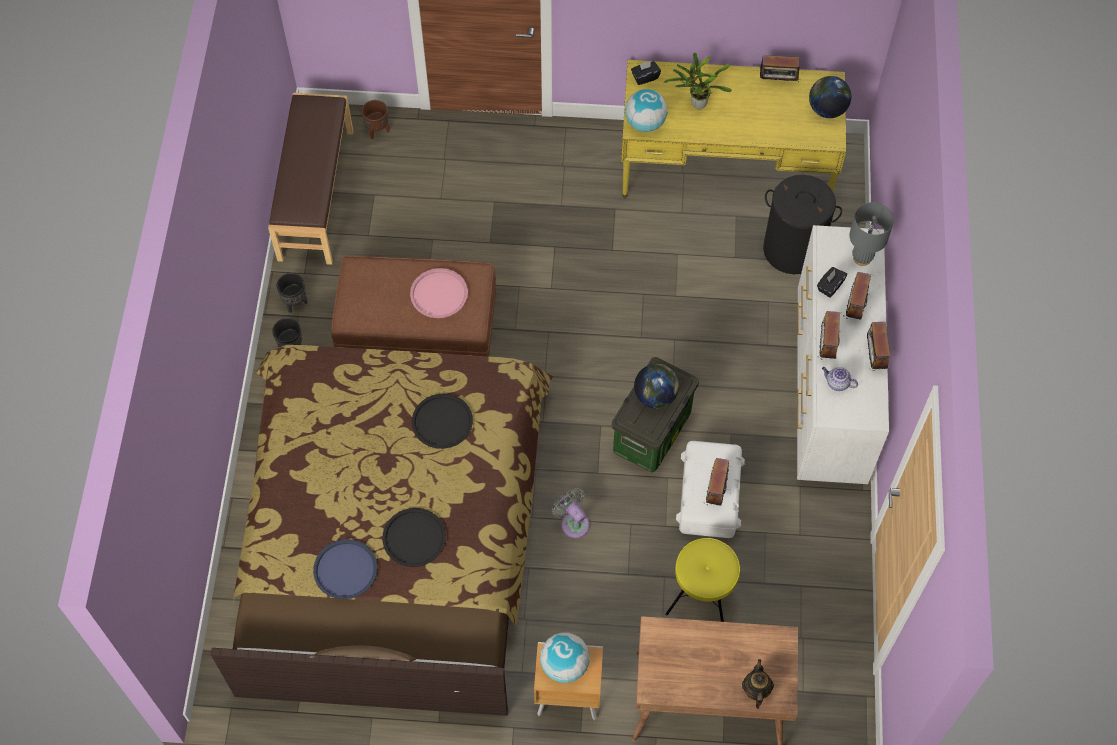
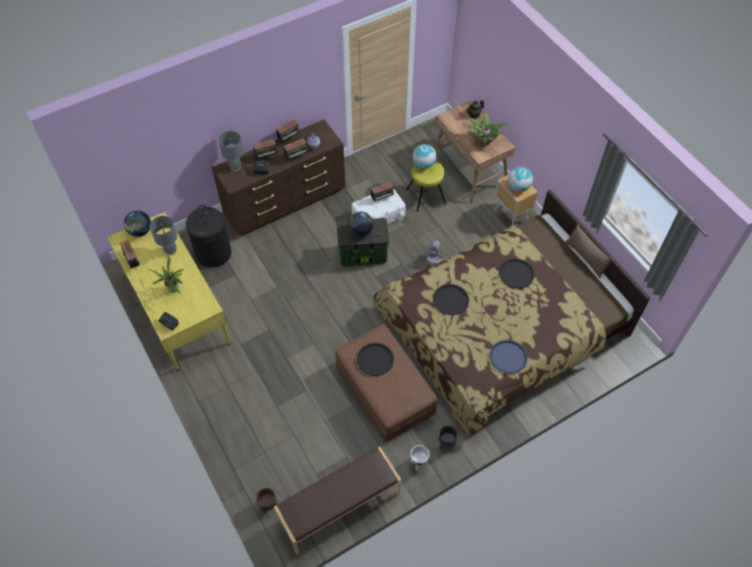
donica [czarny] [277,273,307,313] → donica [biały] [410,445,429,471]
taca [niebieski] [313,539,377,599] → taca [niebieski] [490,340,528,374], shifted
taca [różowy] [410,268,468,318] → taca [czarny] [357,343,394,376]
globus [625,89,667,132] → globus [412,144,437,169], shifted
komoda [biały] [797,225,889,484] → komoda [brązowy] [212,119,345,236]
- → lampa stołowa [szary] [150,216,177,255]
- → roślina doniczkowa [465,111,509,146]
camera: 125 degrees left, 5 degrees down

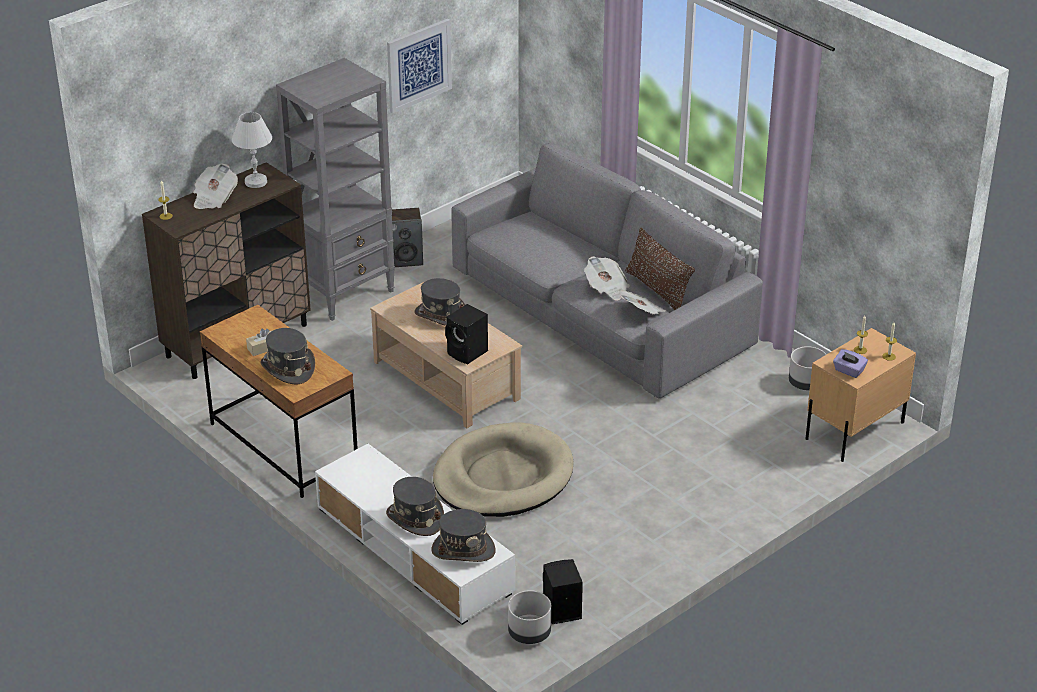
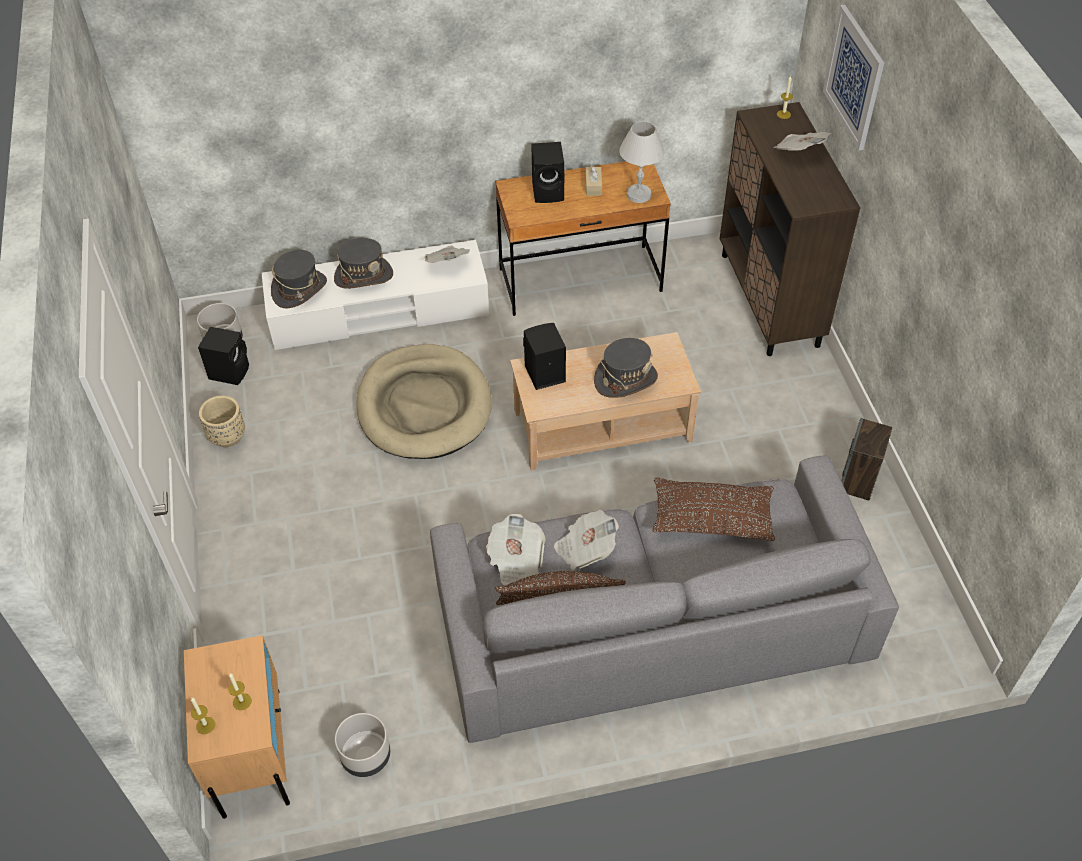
lampa stołowa [biały] [232,112,272,188] → lampa stołowa [biały] [619,121,664,203], shifted
kapelusz [szary] [260,328,315,384] → głośnik [czarny] [531,142,565,203]
regał [szary] [276,58,395,321] → -
obraz [387,19,452,113] → obraz [823,5,884,150], shifted
pudełko chusteczek [fioletowy] [833,349,868,378] → -
- → donica [beżowy] [199,396,245,447]
- → gazeta [424,246,469,263]
- → poduszka [brązowy] [652,477,775,541]
camera: 120 degrees right, 15 degrees up

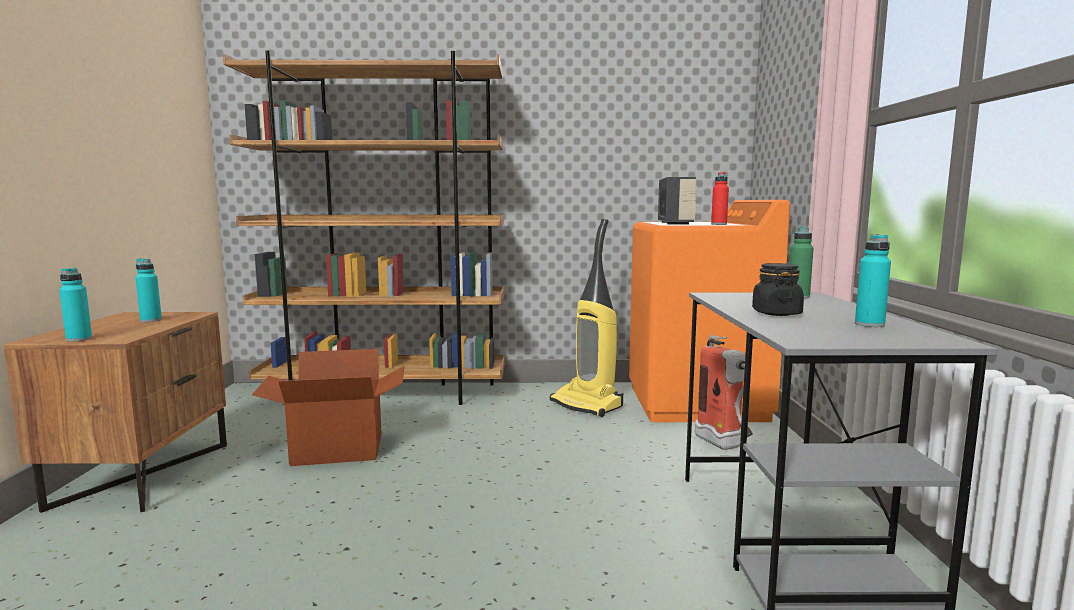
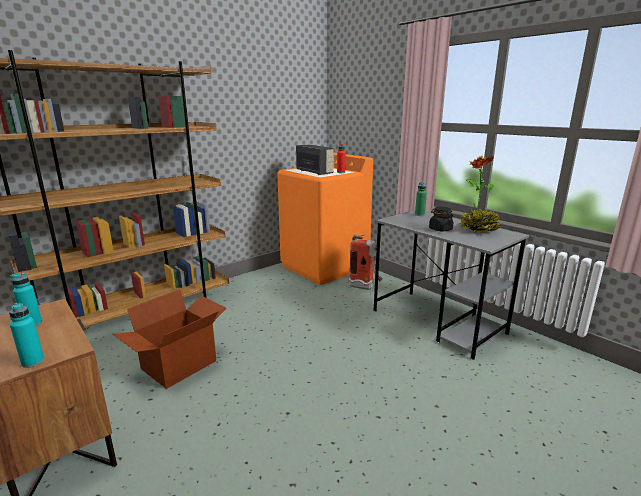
odkurzacz [550,219,623,417] → -
butelka [turkusowy] [855,234,891,327] → roślina doniczkowa [459,155,503,233]
camera: 40 degrees left, 10 degrees up

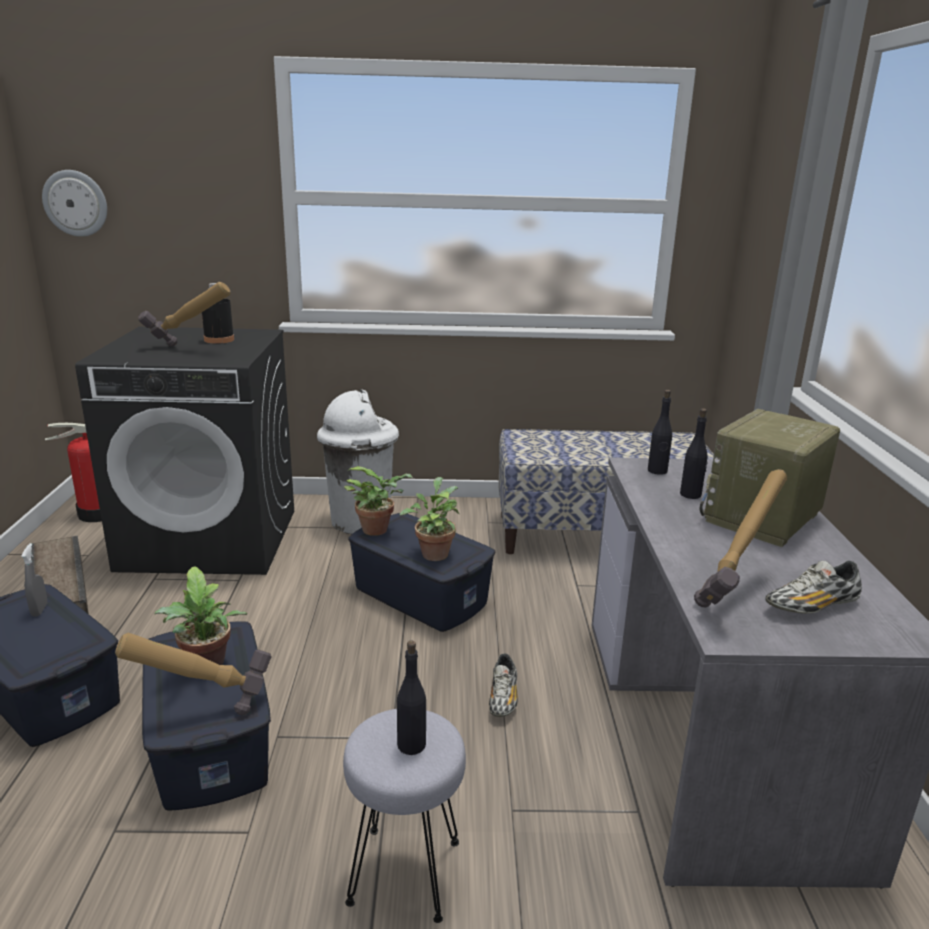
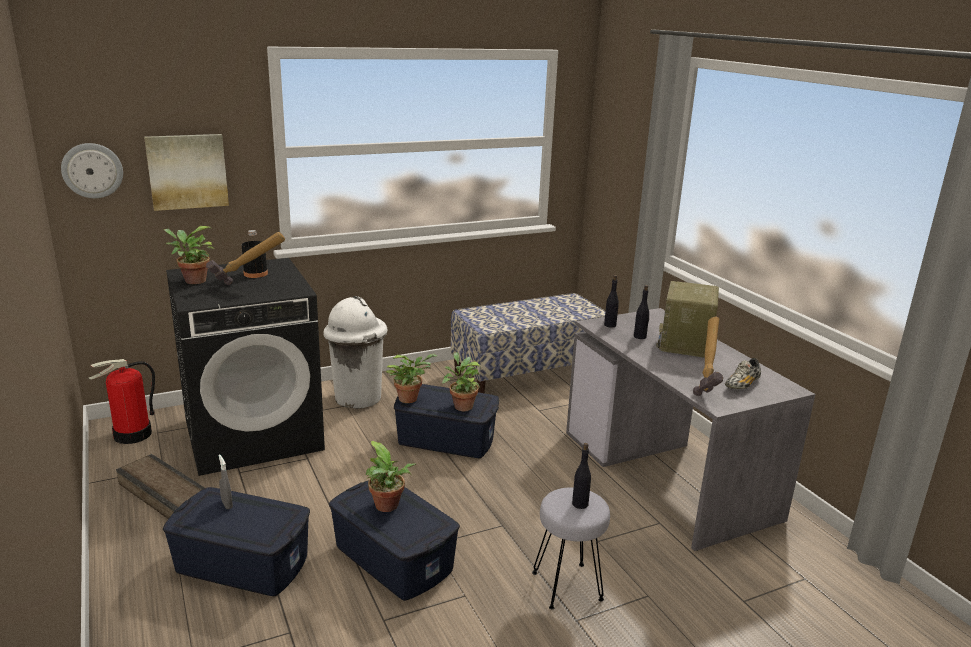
młotek [115,633,272,715] → -
but [489,653,518,717] → -
- → obraz [144,134,229,211]
- → roślina doniczkowa [163,226,215,284]
camera: 25 degrees left, 0 degrees up

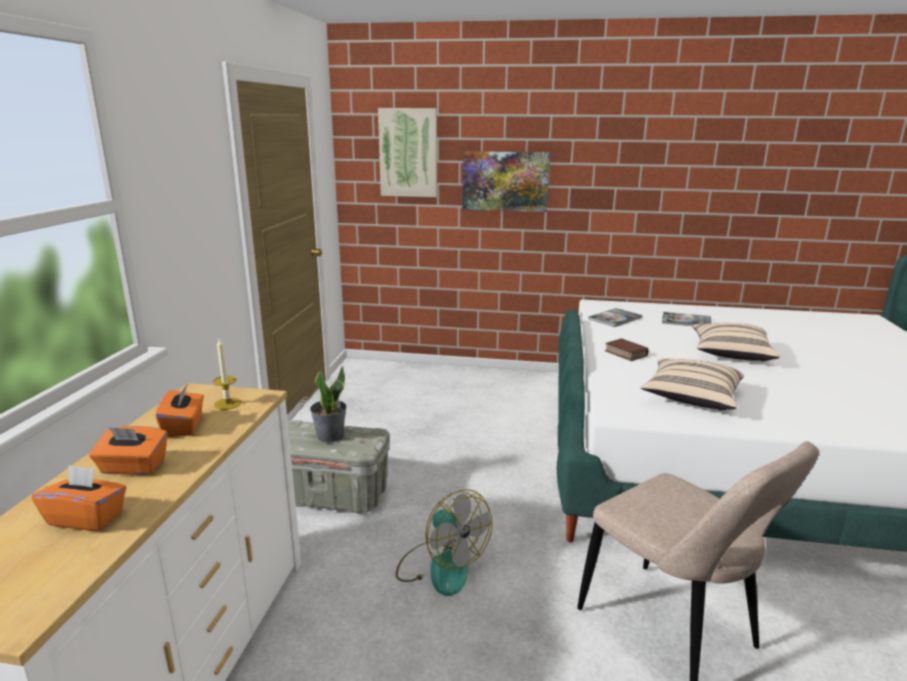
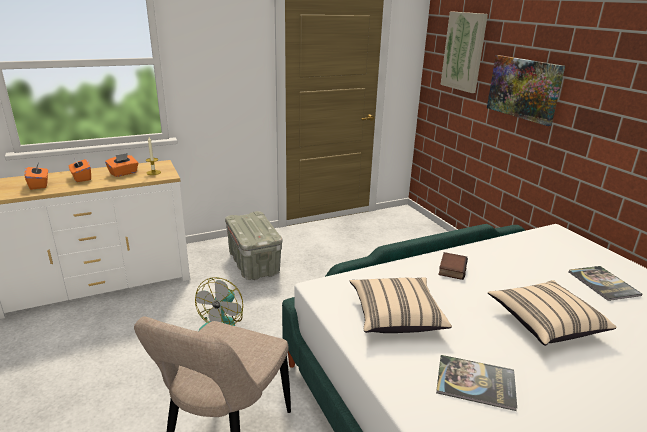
roślina doniczkowa [310,366,346,443] → -
książka [588,308,643,327] → książka [436,355,517,411], shifted
camera: 55 degrees right, 5 degrees up

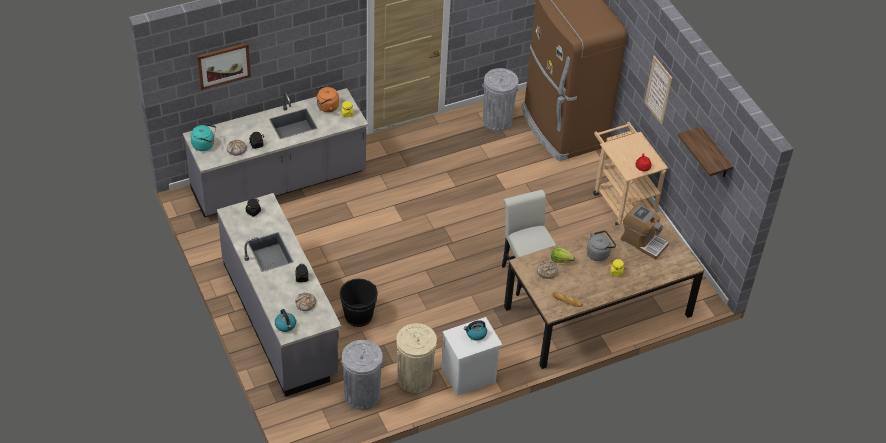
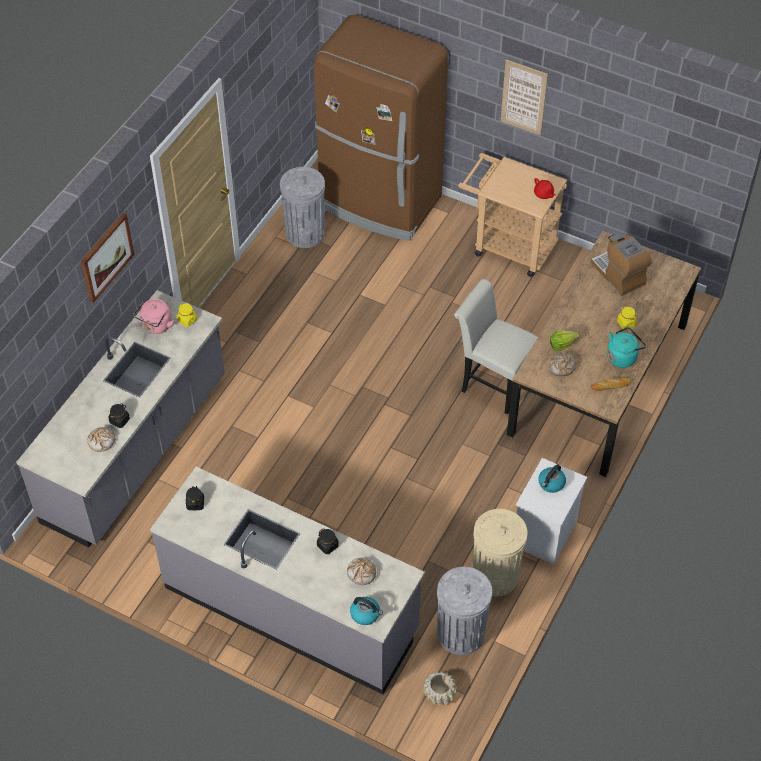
czajnik [turkusowy] [191,123,216,151] → czajnik [turkusowy] [607,327,646,368], shifted
obraz [197,43,251,90] → obraz [81,213,134,303], shifted
czajnik [pomarańczowy] [313,86,339,112] → czajnik [różowy] [133,299,174,334]
wiadro [czarny] [339,278,378,327] → -
czajnik [szary] [586,231,616,261] → -
ekspres do kawy [621,204,669,259] → ekspres do kawy [591,234,652,296], 120 degrees counterclockwise
półka [678,126,733,177] → -
- → donica [beżowy] [424,671,457,705]
camera: 35 degrees left, 5 degrees up

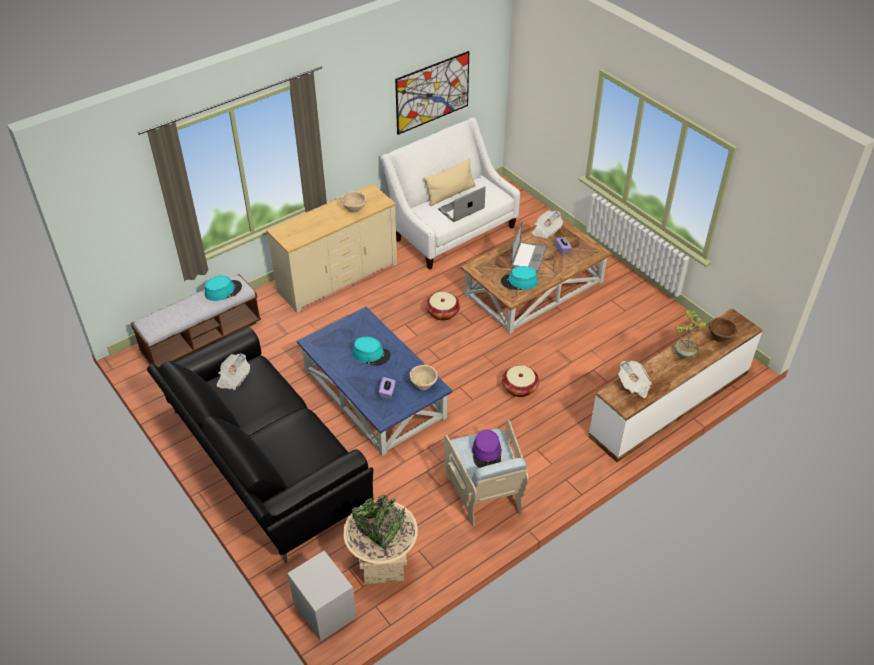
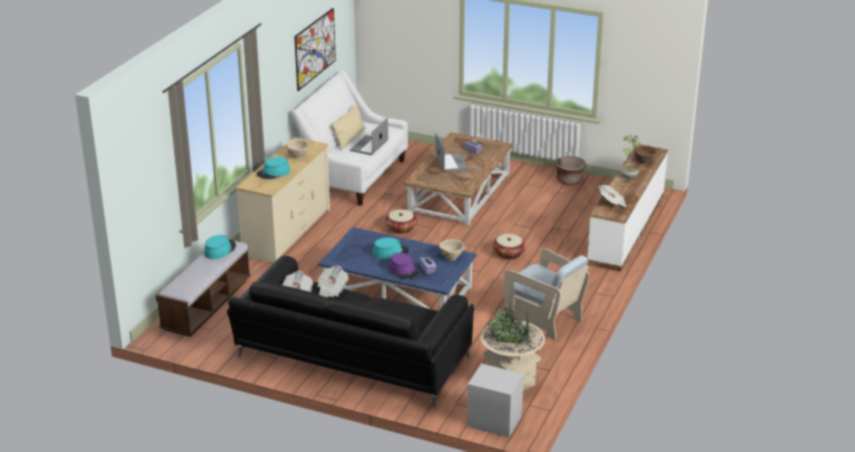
kapelusz [fioletowy] [472,429,502,468] → kapelusz [fioletowy] [389,253,419,279], shifted
kapelusz [turkusowy] [501,266,538,290] → kapelusz [turkusowy] [257,157,290,179], shifted
gazeta [532,211,563,239] → gazeta [317,266,349,297], shifted
- → donica [brązowy] [555,156,586,185]
camera: 30 degrees left, 15 degrees down

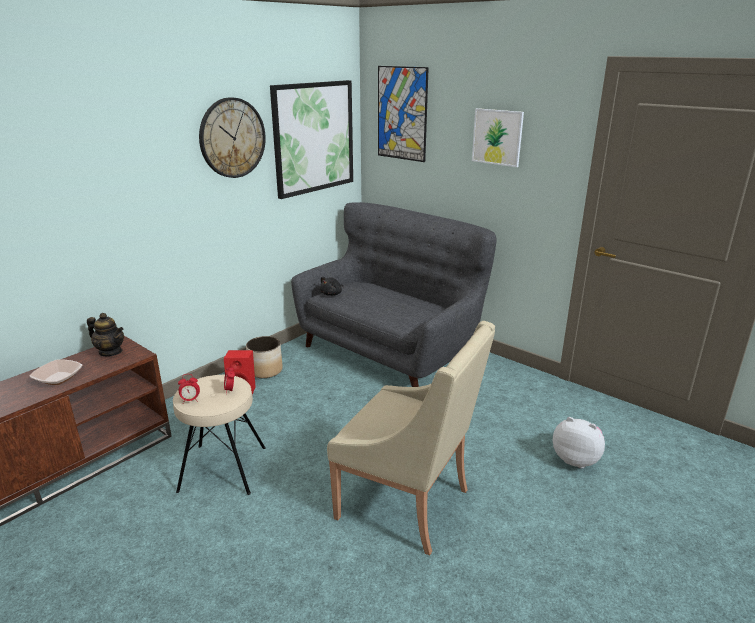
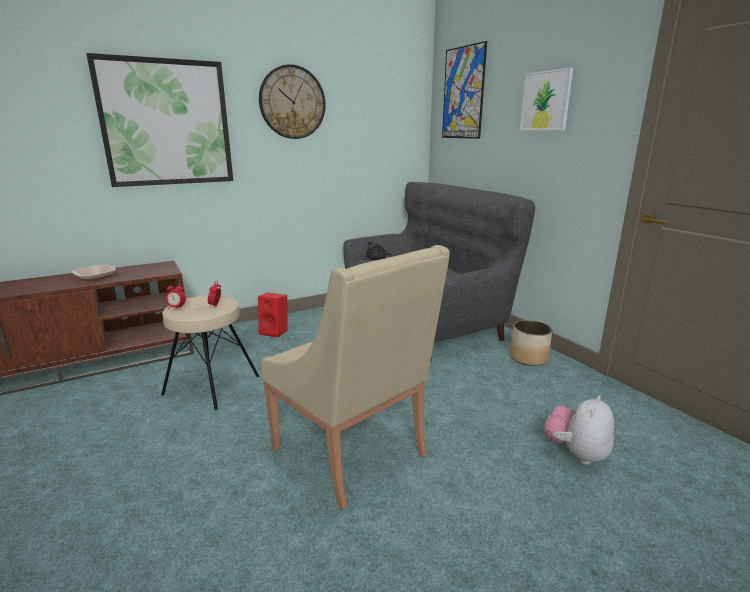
imbryk [87,313,124,356] → -
donica [246,336,283,378] → donica [510,320,552,366], shifted
obraz [270,80,353,199] → obraz [86,53,233,187], shifted
pluszak [553,417,605,468] → pluszak [544,396,614,465], 105 degrees counterclockwise
camera: 20 degrees right, 5 degrees down

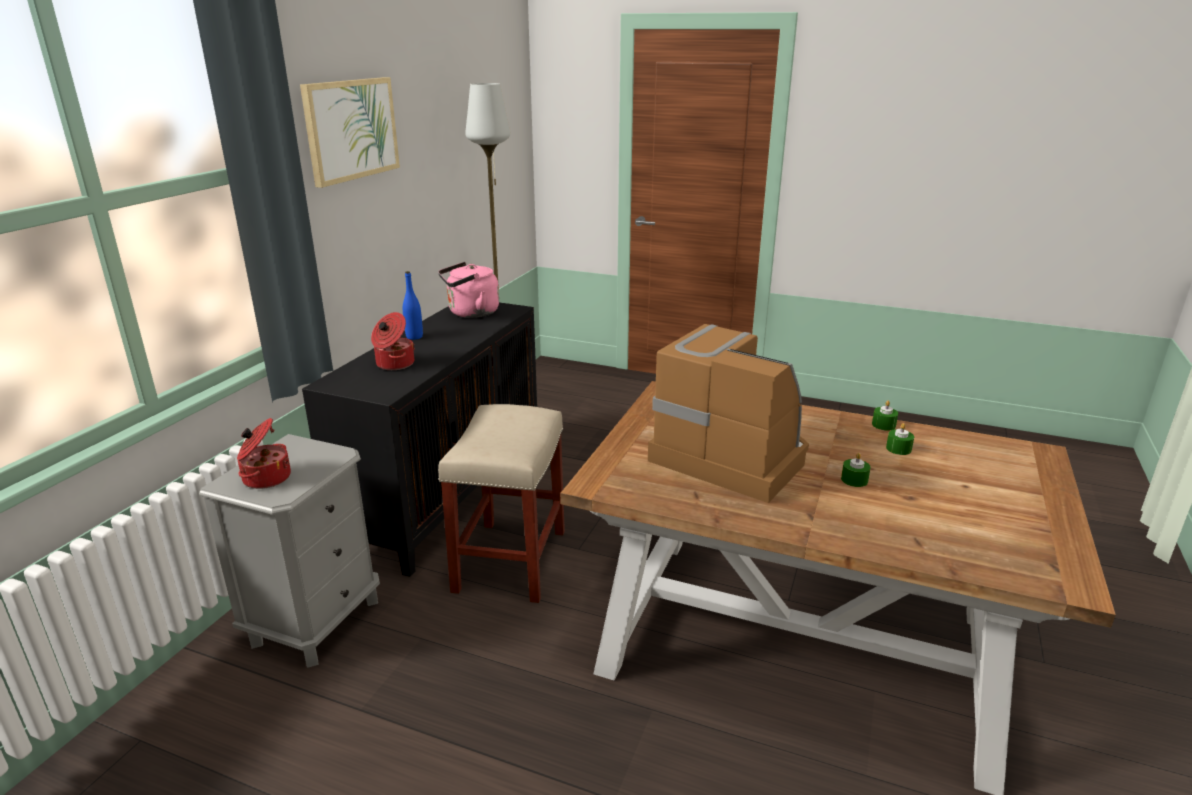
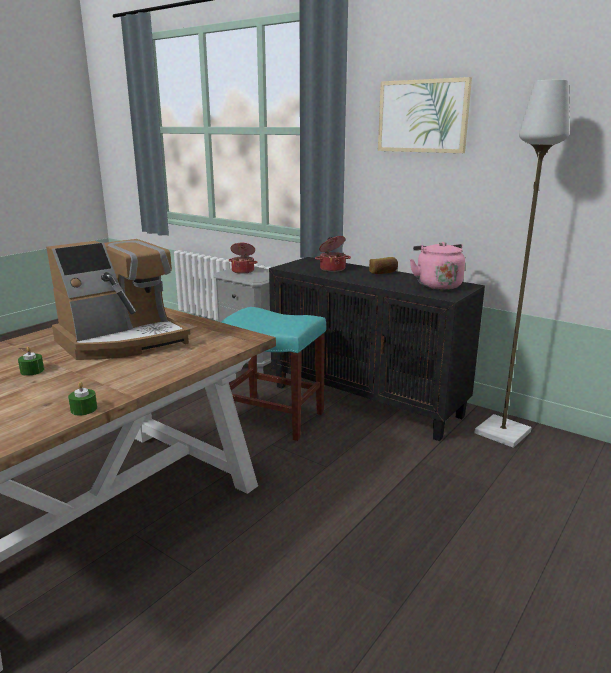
butelka [niebieski] [403,271,423,340] → chleb [369,257,398,274]
stołek [beżowy] [438,404,565,603] → stołek [turkusowy] [221,307,326,441]
świeca [zielony] [886,423,914,455] → -
camera: 105 degrees right, 5 degrees down

